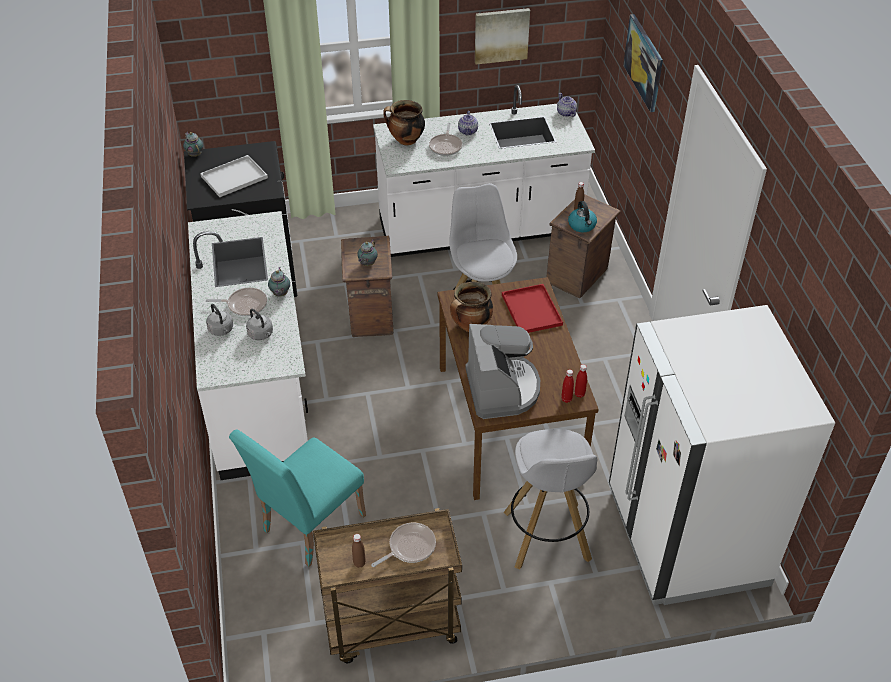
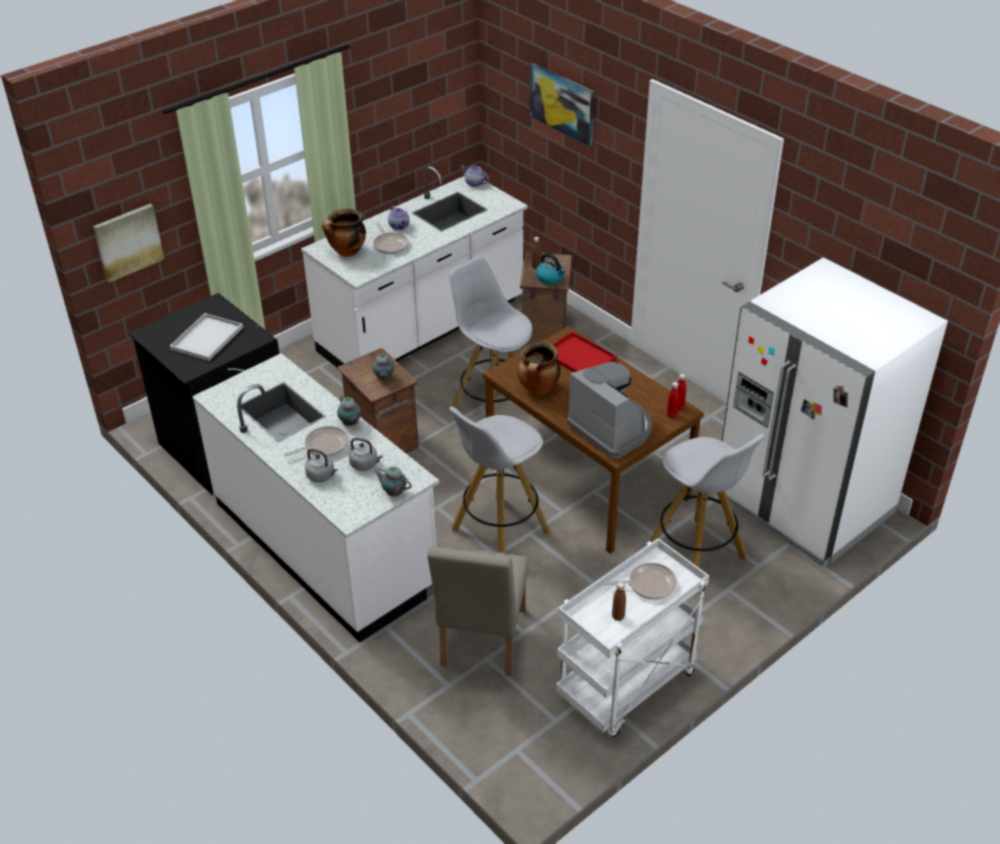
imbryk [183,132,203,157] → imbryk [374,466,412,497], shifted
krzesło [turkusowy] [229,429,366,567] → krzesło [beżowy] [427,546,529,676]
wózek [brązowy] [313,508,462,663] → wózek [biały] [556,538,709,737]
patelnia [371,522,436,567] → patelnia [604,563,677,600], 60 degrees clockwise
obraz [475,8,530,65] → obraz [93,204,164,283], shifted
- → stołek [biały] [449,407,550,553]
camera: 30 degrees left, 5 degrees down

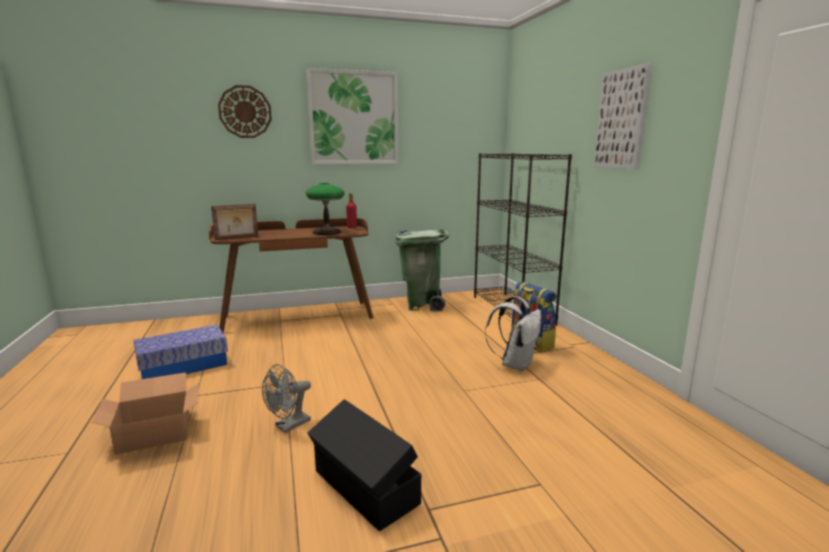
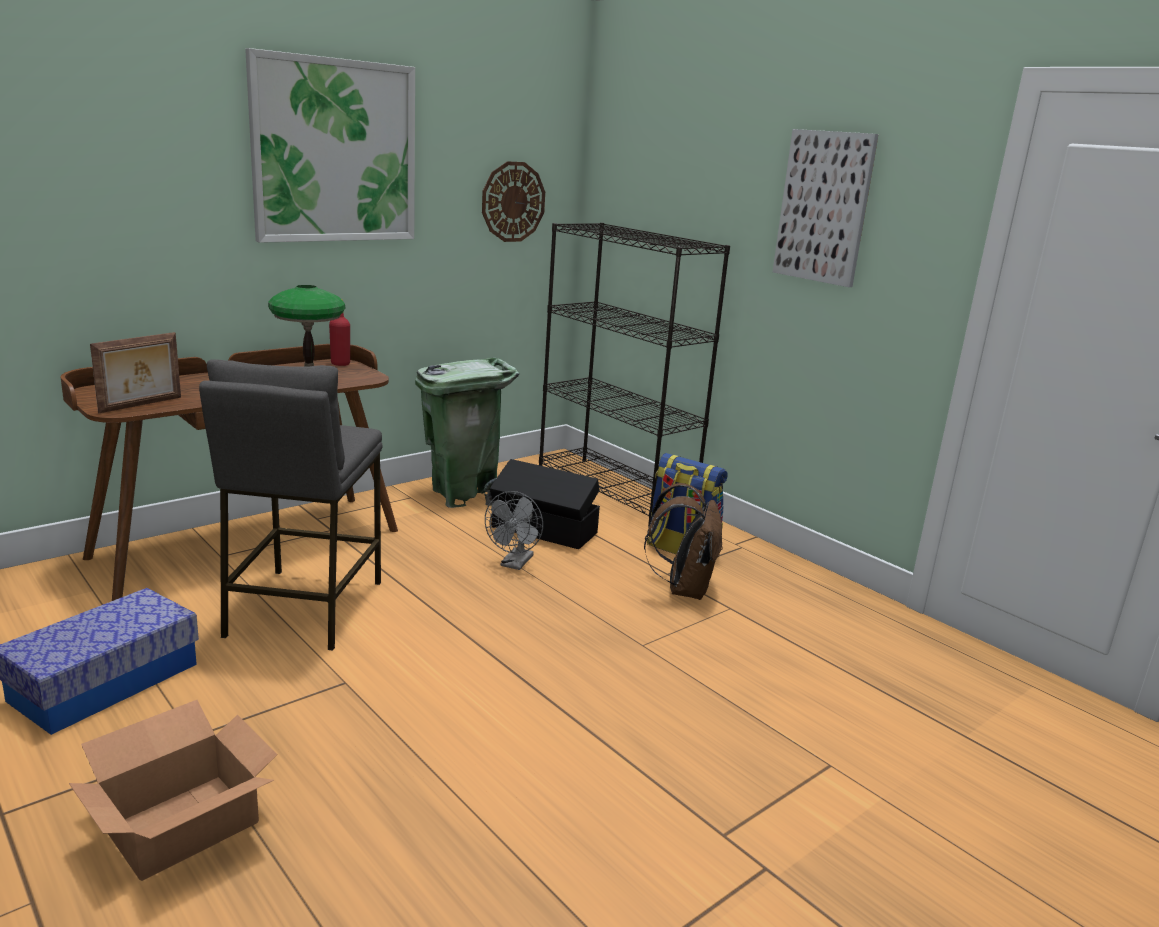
zegar ścienny [218,85,272,138] → zegar ścienny [482,161,545,242], shifted
wentylator [szary] [262,364,311,433] → wentylator [szary] [485,491,543,570], shifted
pojemnik do przechowywania [czarny] [307,399,421,531] → pojemnik do przechowywania [czarny] [490,459,600,549], shifted
plecak [biały] [485,296,541,372] → plecak [brązowy] [644,483,723,600]
- → stołek [szary] [199,359,382,650]
camera: 25 degrees left, 5 degrees up

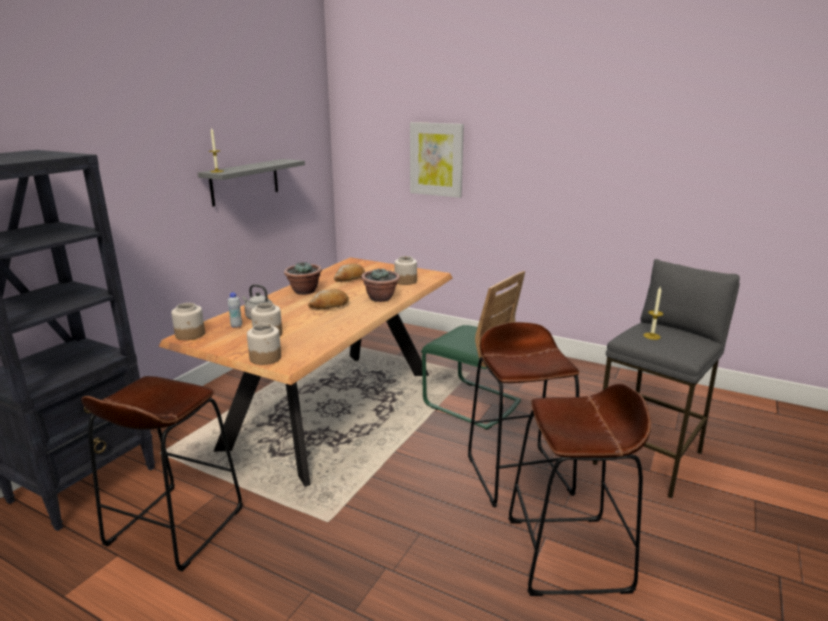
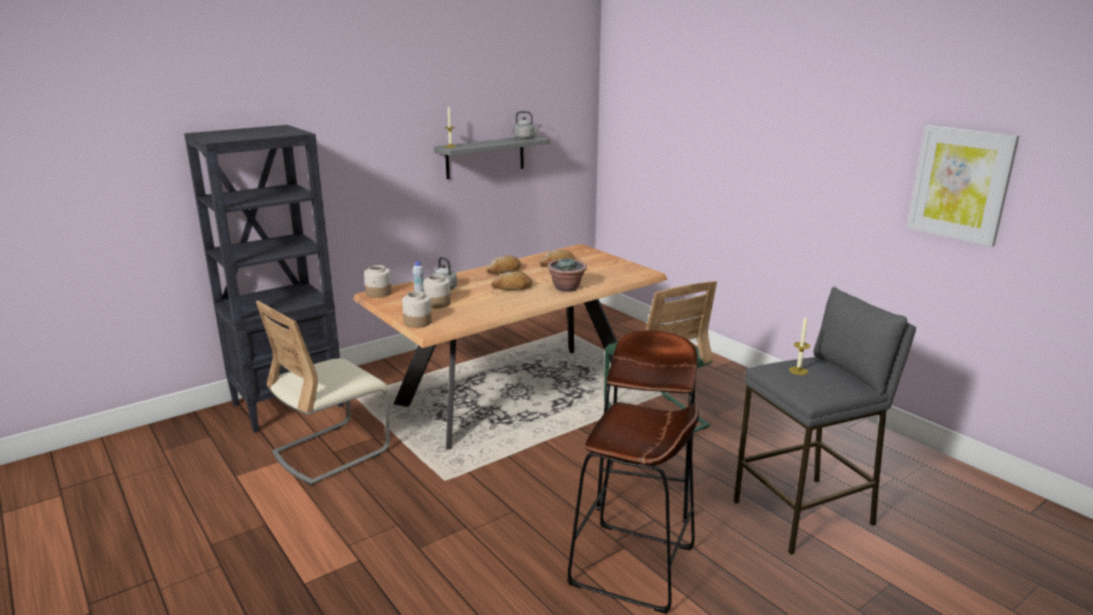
stołek [brązowy] [81,376,243,572] → krzesło [beżowy] [256,301,390,486]
roślina doniczkowa [284,262,322,295] → chleb [486,255,521,274]
słoik [394,256,417,285] → -
obraz [410,122,464,198] → obraz [907,125,1019,247], shifted
- → czajnik [szary] [513,111,541,139]
camera: 25 degrees right, 0 degrees up

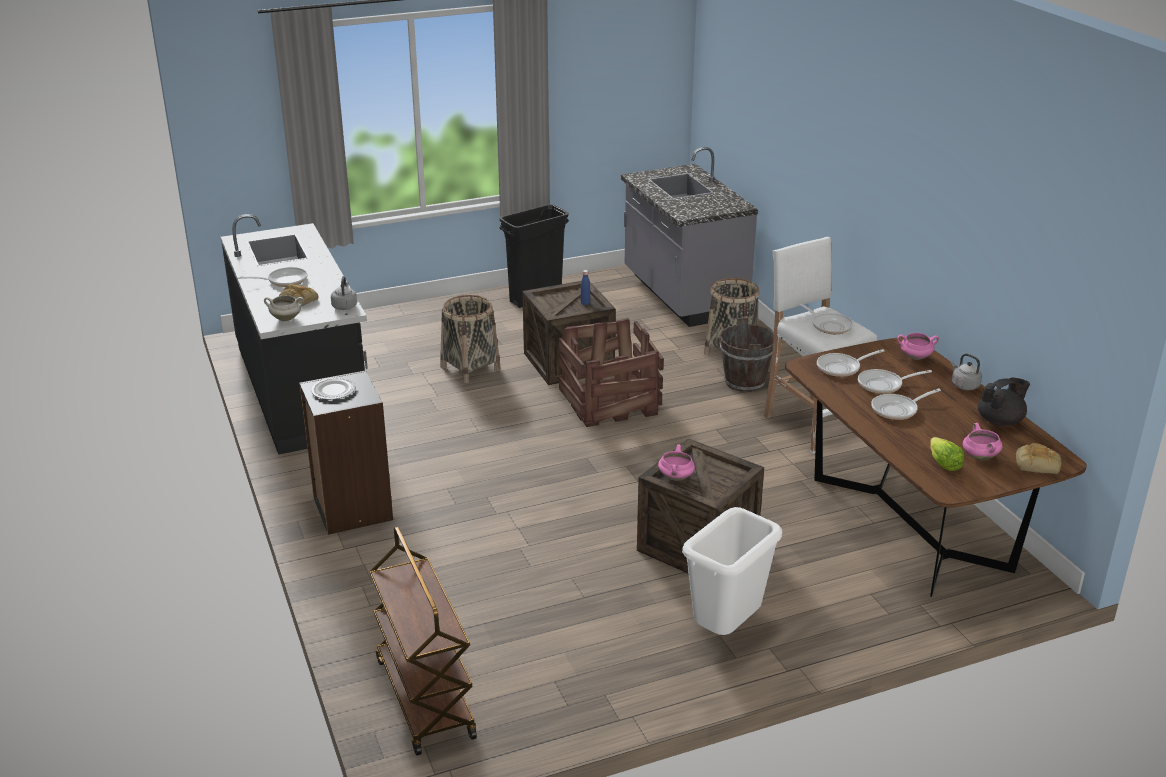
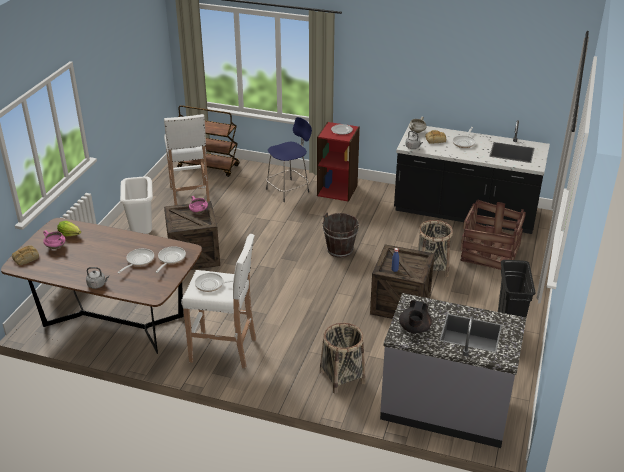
regał [czarny] [299,370,393,535] → regał [czerwony] [317,122,360,202]
skrzynka [558,318,664,427] → skrzynka [460,200,526,270], shifted
wiadro [brązowy] [719,318,774,392] → wiadro [brązowy] [322,212,359,258], shifted
patelnia [871,388,941,420] → -
garnek [różowy] [897,333,939,360] → -
imbryk [czarny] [978,378,1030,426] → imbryk [czarny] [399,300,432,333], shifted
- → stołek [biały] [164,114,210,205]
- → stołek [niebieski] [266,117,312,202]
camera: 130 degrees right, 5 degrees up

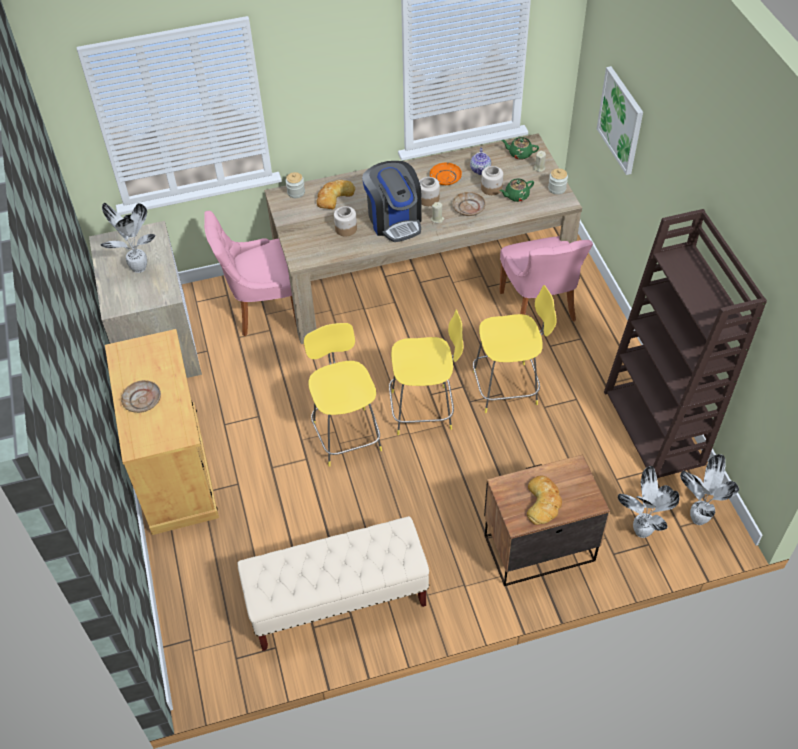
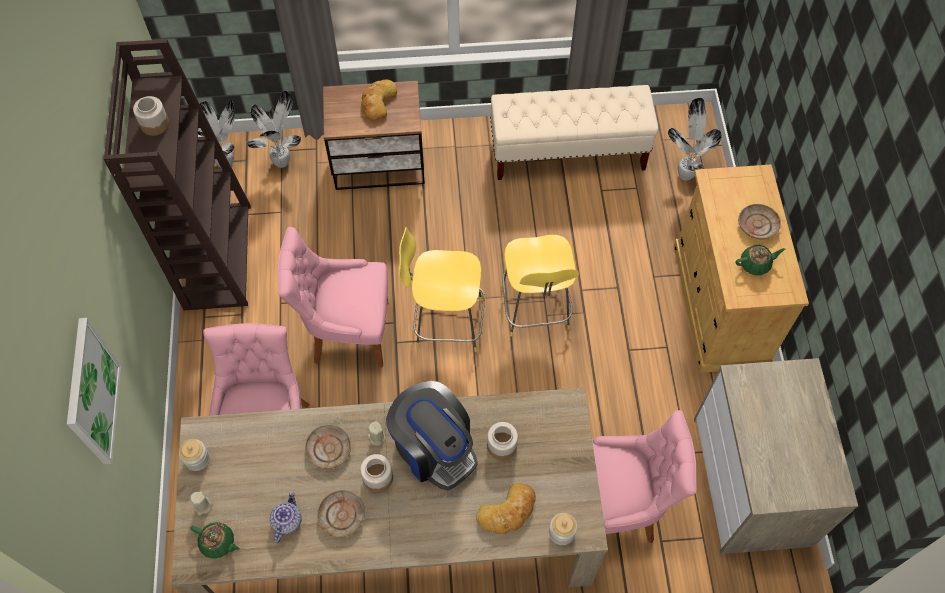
roślina doniczkowa [101,203,155,273] → roślina doniczkowa [668,98,722,181], shifted
ekspres do kawy [362,161,421,242] → ekspres do kawy [386,381,478,491], 150 degrees clockwise
talerz [pomarańczowy] [430,163,462,185] → talerz [beżowy] [317,490,365,538]
stołek [żółty] [473,285,557,413] → krzesło [różowy] [277,227,388,367]
słoik [481,166,503,195] → słoik [133,96,169,136], shifted
imbryk [zielony] [500,178,534,202] → imbryk [zielony] [736,245,785,275], shifted
camera: 170 degrees left, 10 degrees up

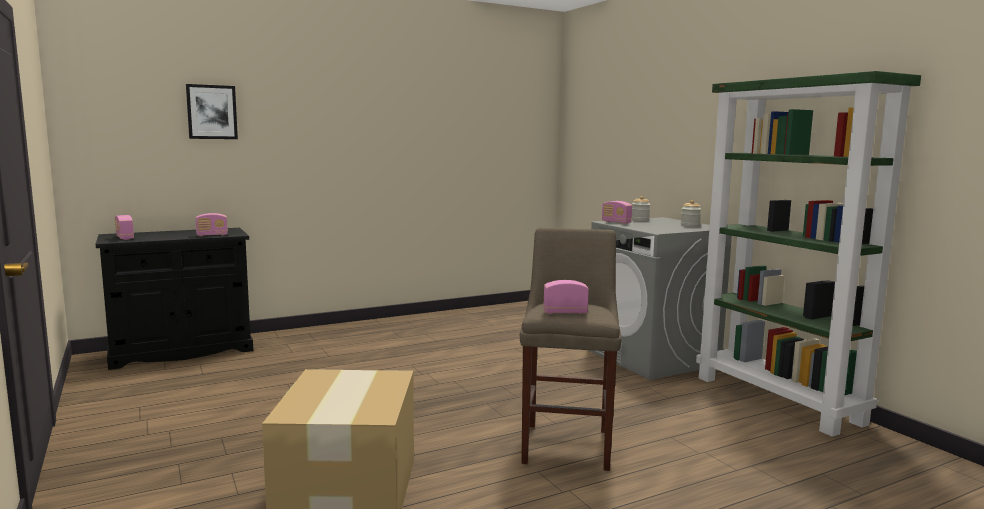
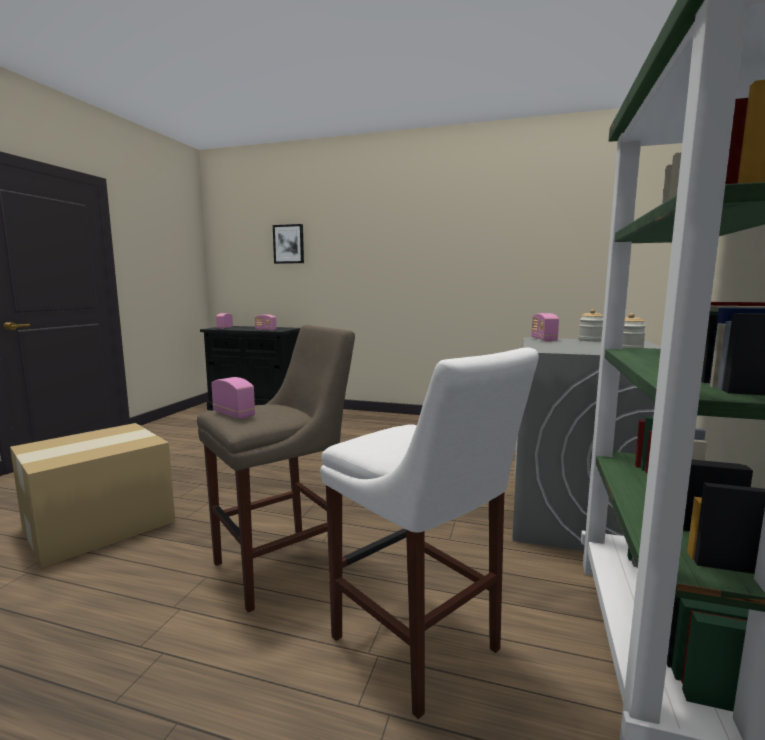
- → stołek [biały] [320,347,539,719]
camera: 45 degrees right, 0 degrees up

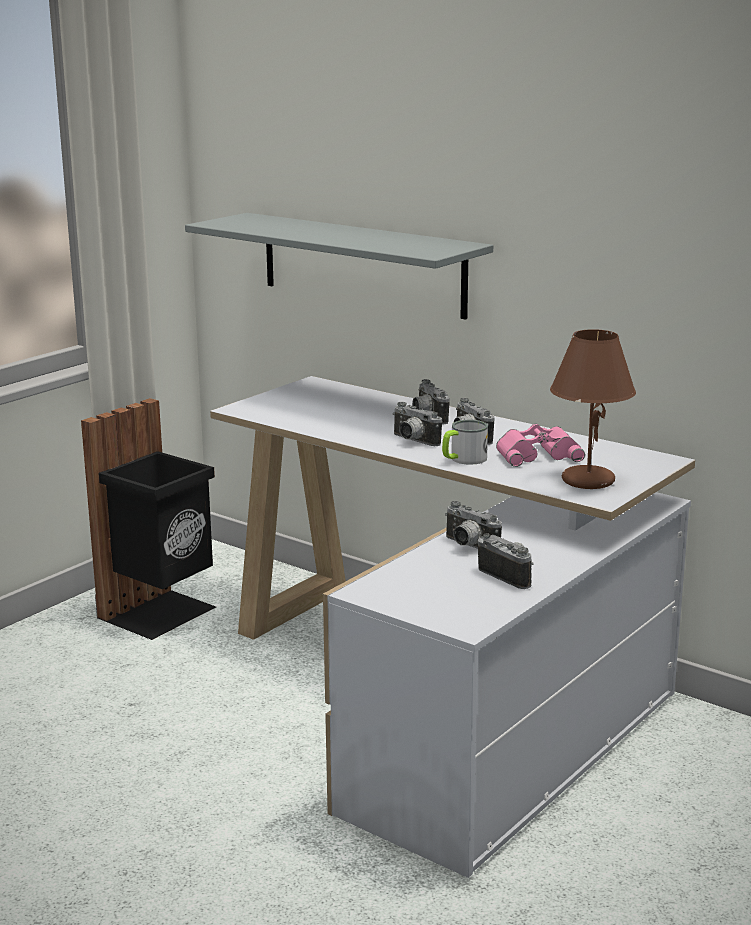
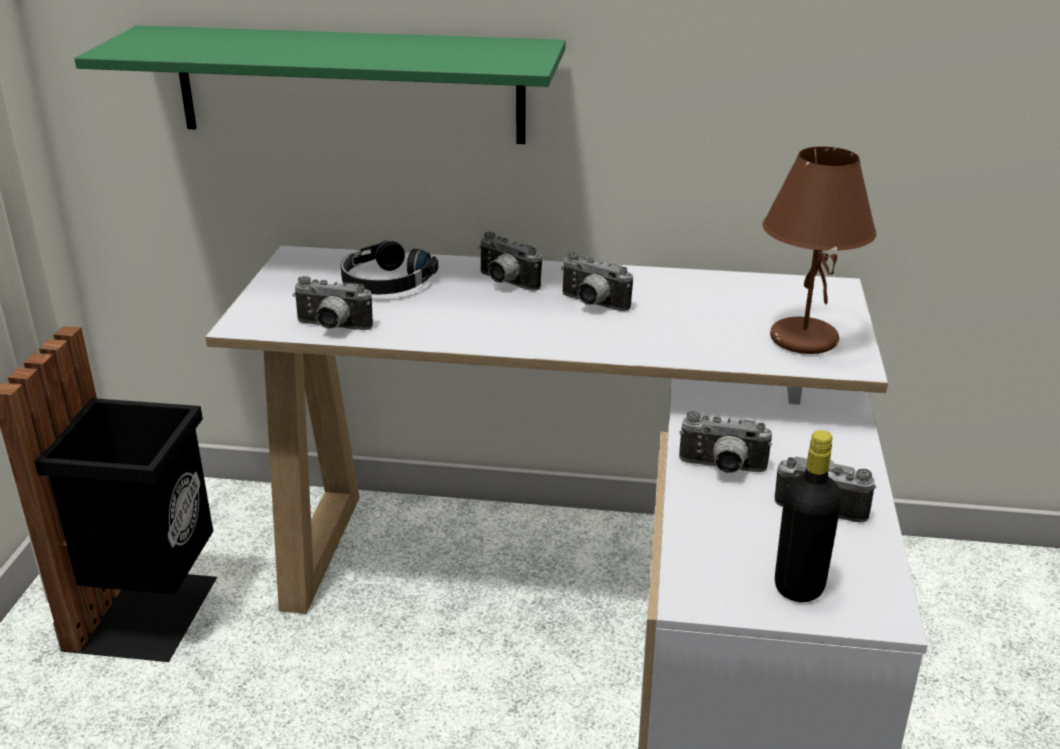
półka [szary] [185,213,493,320] → półka [zielony] [74,25,566,144]
aparat fotograficzny [393,402,442,446] → aparat fotograficzny [293,276,373,330], shifted
kubek [442,420,488,465] → -
lornetka [różowy] [496,424,585,467] → -
- → słuchawki [czarny] [341,241,439,294]
- → butelka [czarny] [775,430,842,602]
camera: 30 degrees left, 10 degrees up

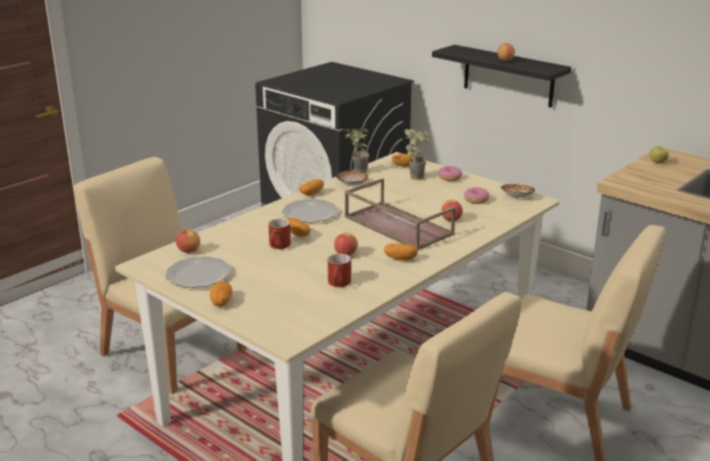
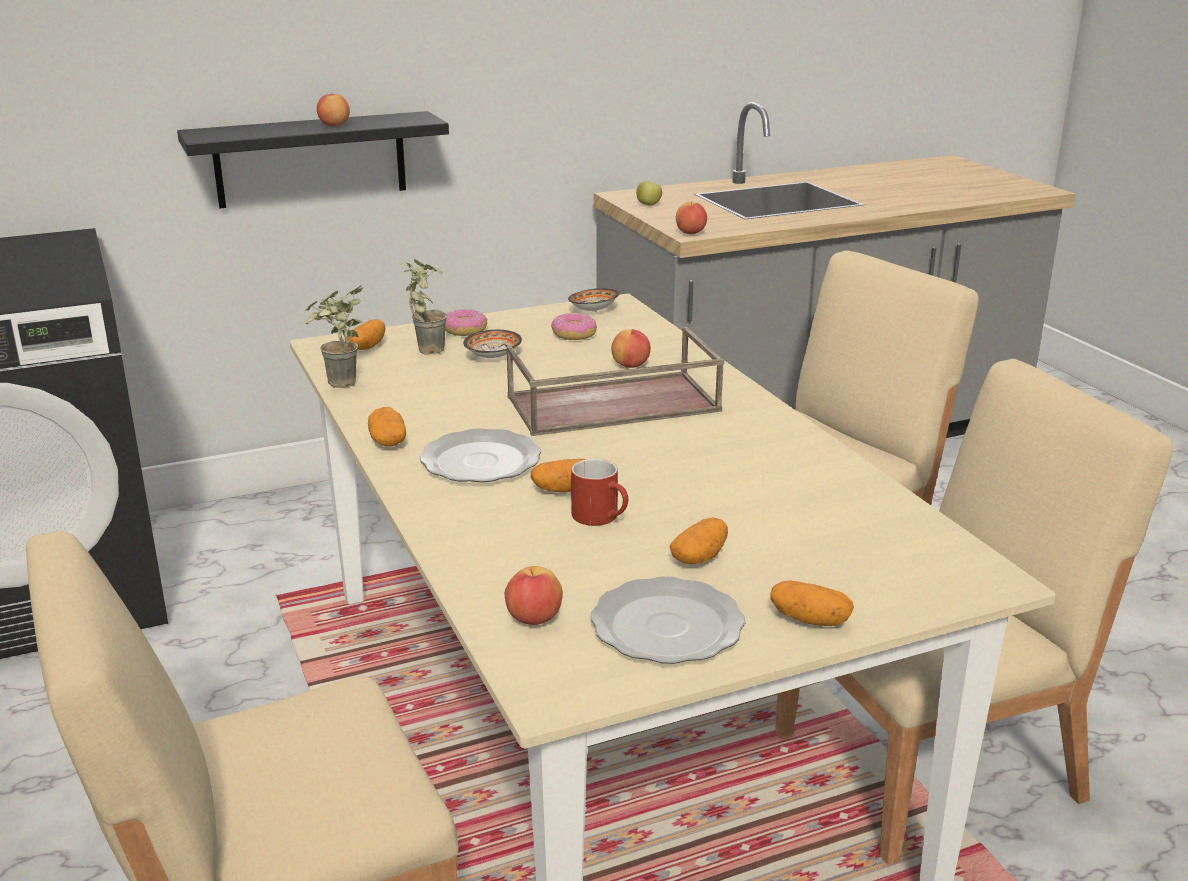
kubek [czerwony] [328,254,351,287] → -
jabłko [334,233,358,256] → jabłko [676,202,707,234], shifted
miska [336,170,368,185] → miska [463,330,522,358], shifted
ziemniak [384,244,418,260] → ziemniak [670,517,728,564], shifted
camera: 65 degrees left, 0 degrees up

